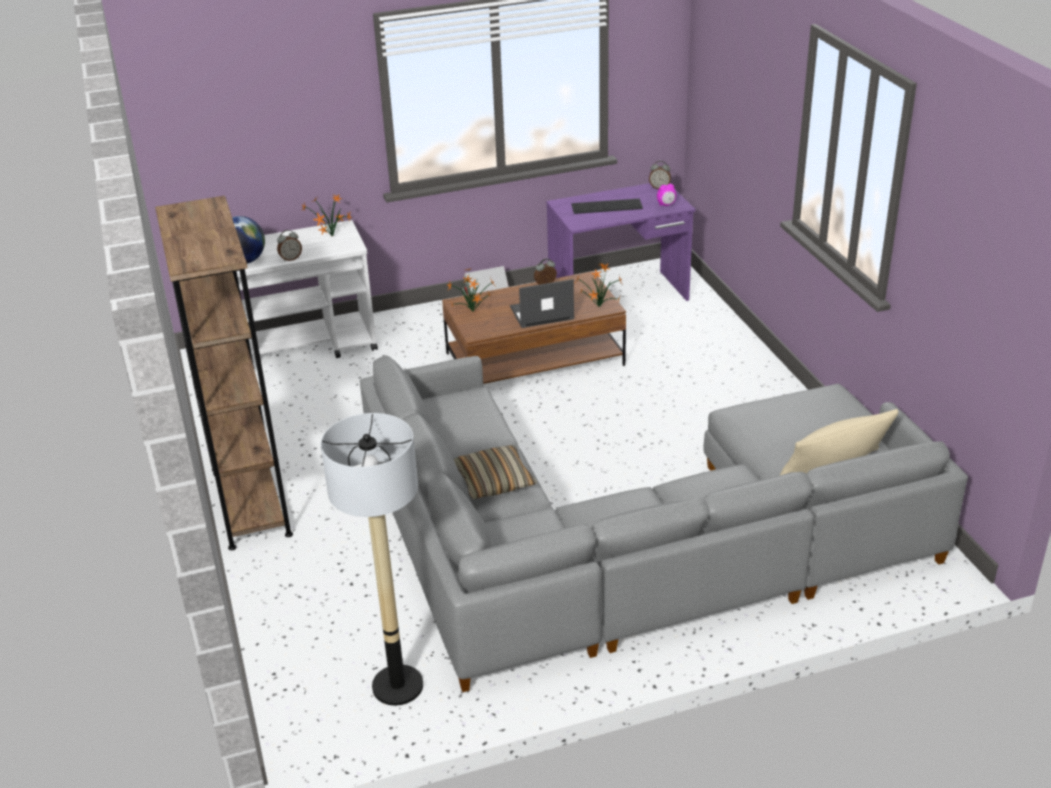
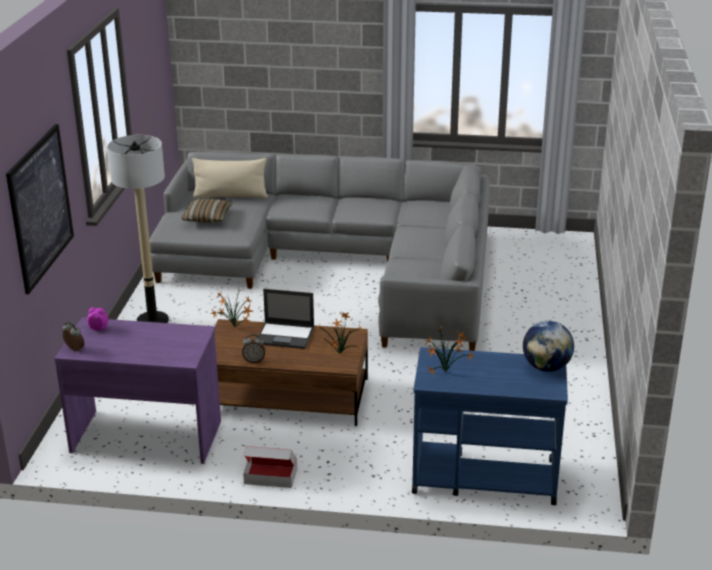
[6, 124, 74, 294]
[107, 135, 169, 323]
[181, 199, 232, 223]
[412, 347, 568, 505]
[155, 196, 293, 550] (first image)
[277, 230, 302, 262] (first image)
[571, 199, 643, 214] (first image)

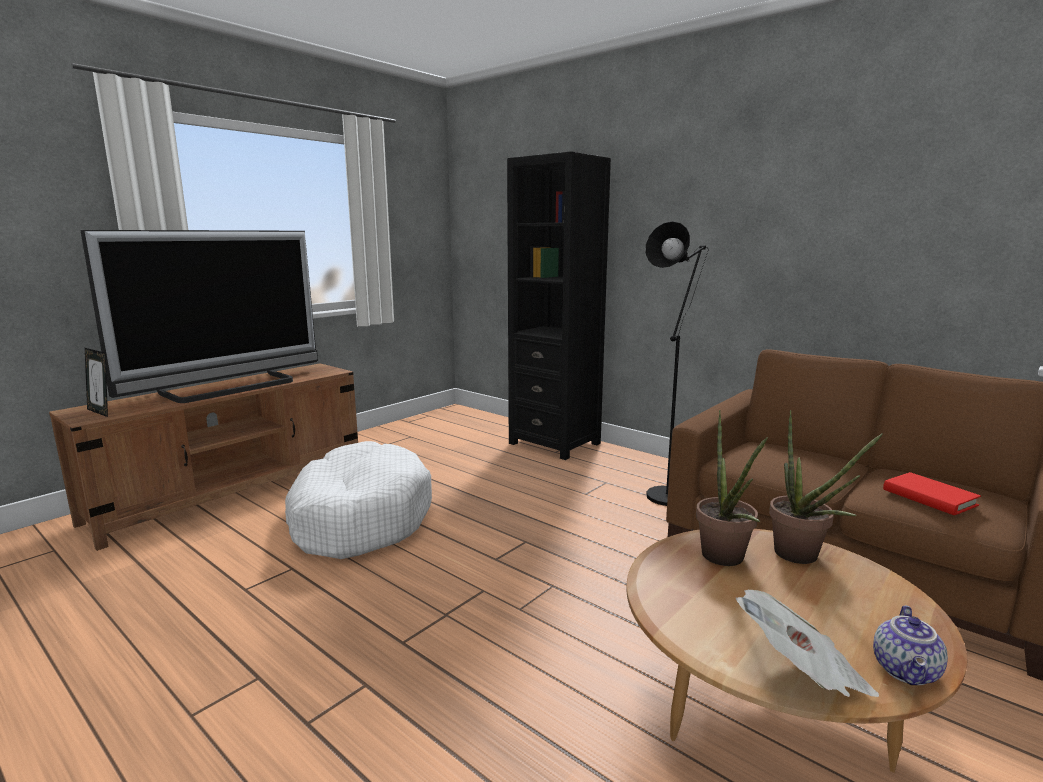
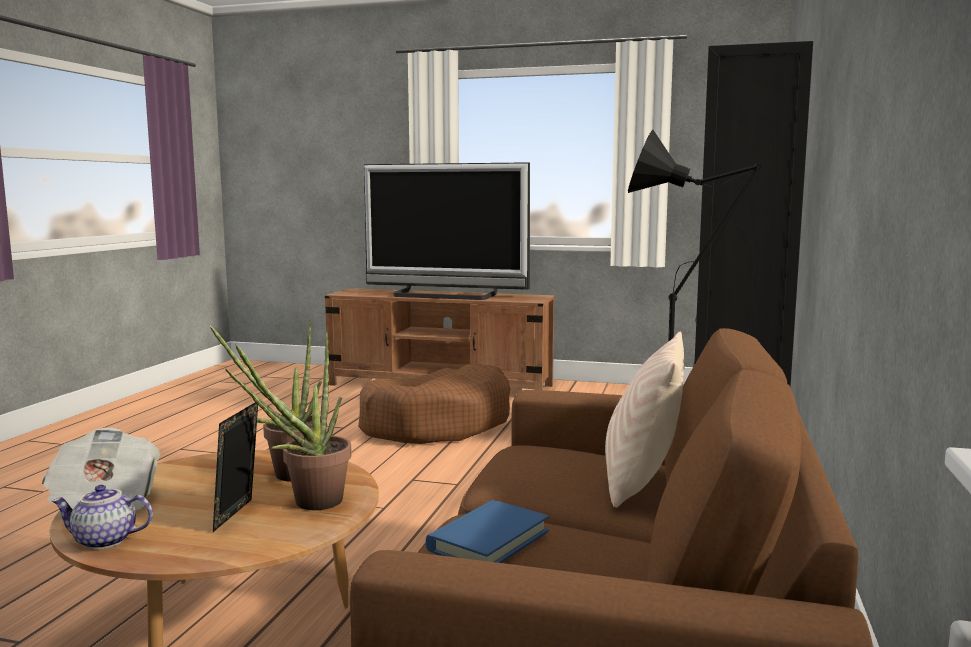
[213, 403, 258, 532]
[358, 364, 510, 444]
[426, 500, 549, 563]
[605, 332, 685, 508]

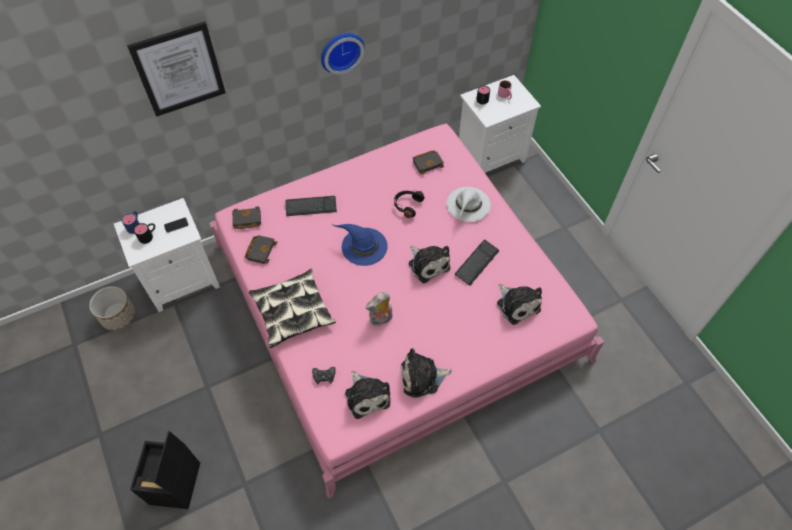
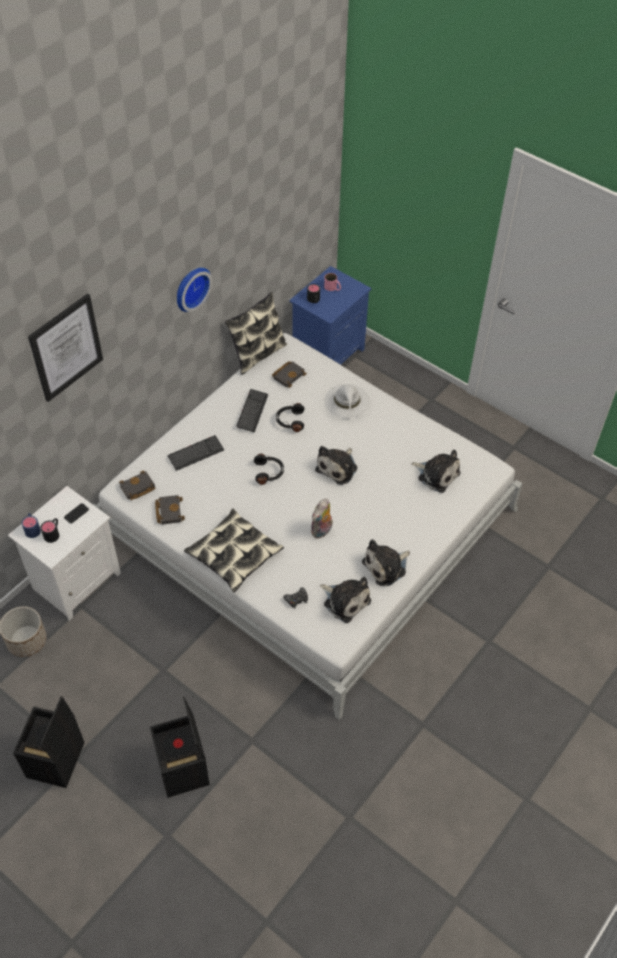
[13, 696, 85, 788]
[93, 333, 523, 720]
[225, 292, 287, 375]
[236, 389, 268, 433]
[254, 454, 284, 485]
[289, 266, 371, 365]
[315, 446, 357, 485]

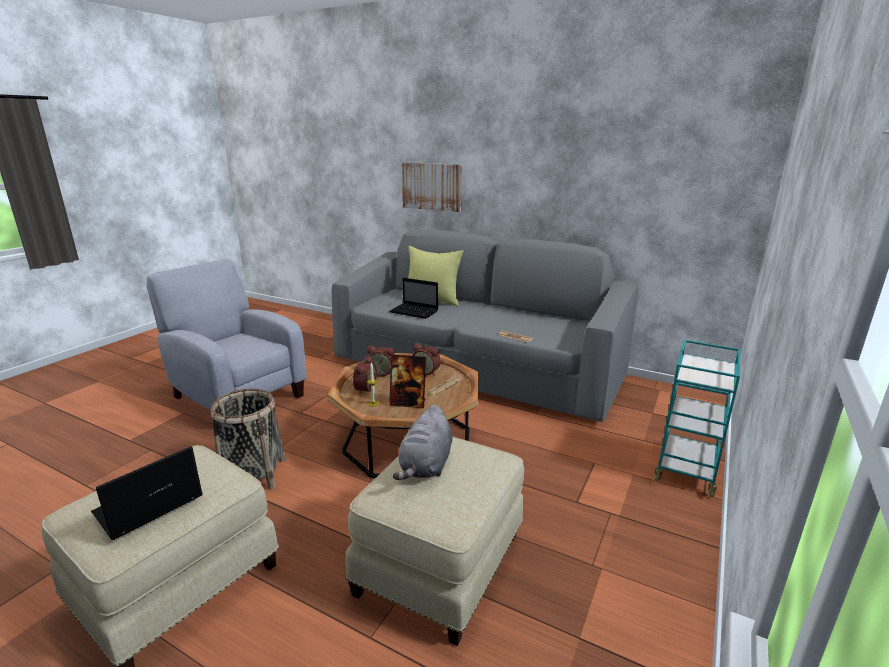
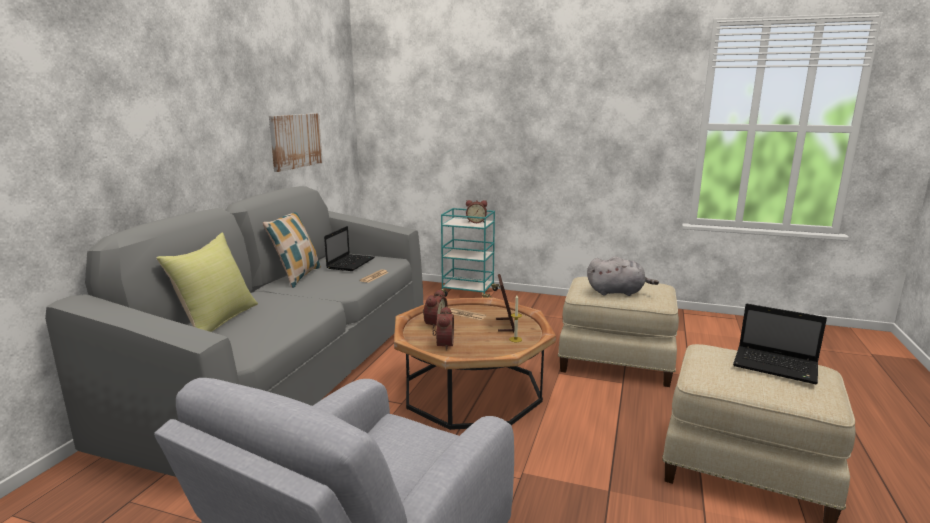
[263, 212, 321, 288]
[269, 113, 323, 172]
[324, 226, 375, 271]
[466, 200, 487, 223]
[211, 389, 286, 490] (first image)

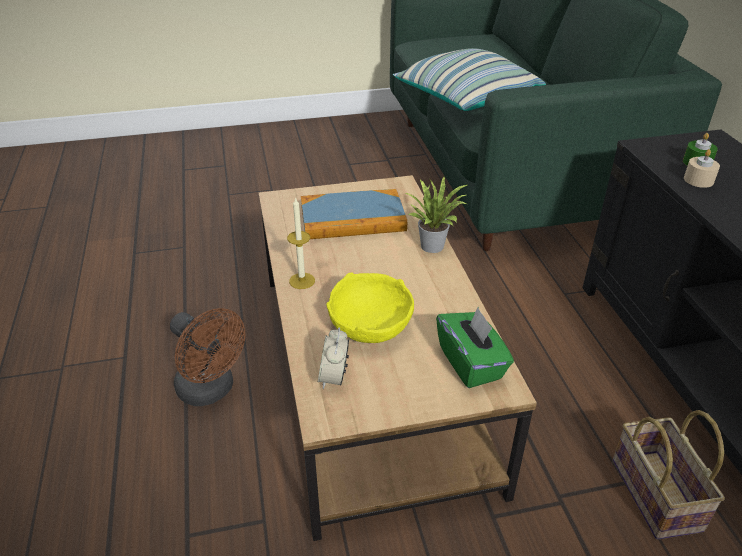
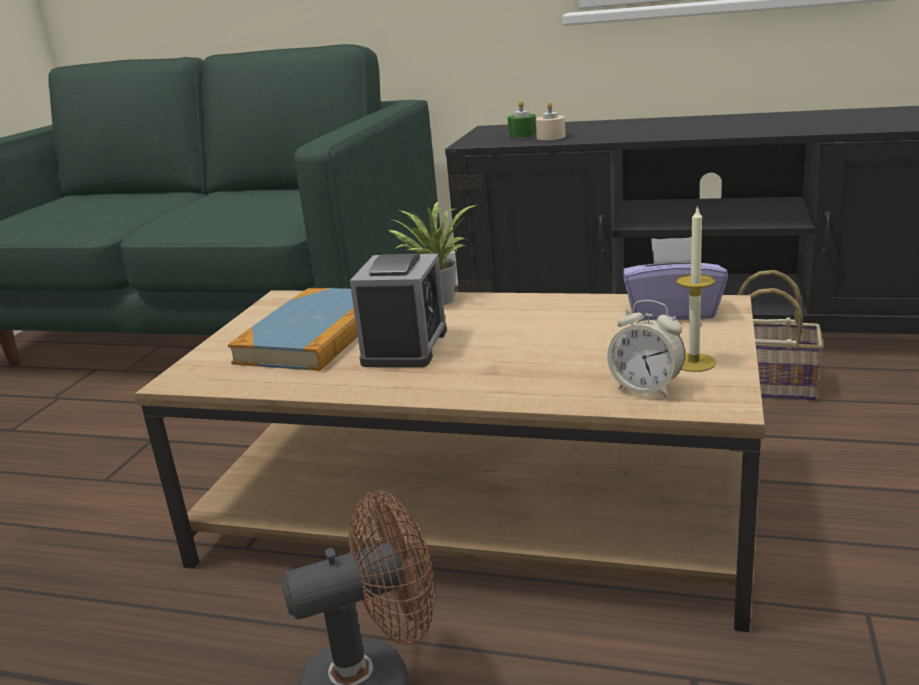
[350, 254, 447, 367]
[623, 237, 728, 321]
[676, 205, 716, 372]
[326, 273, 414, 343] (first image)
[393, 48, 546, 111] (first image)

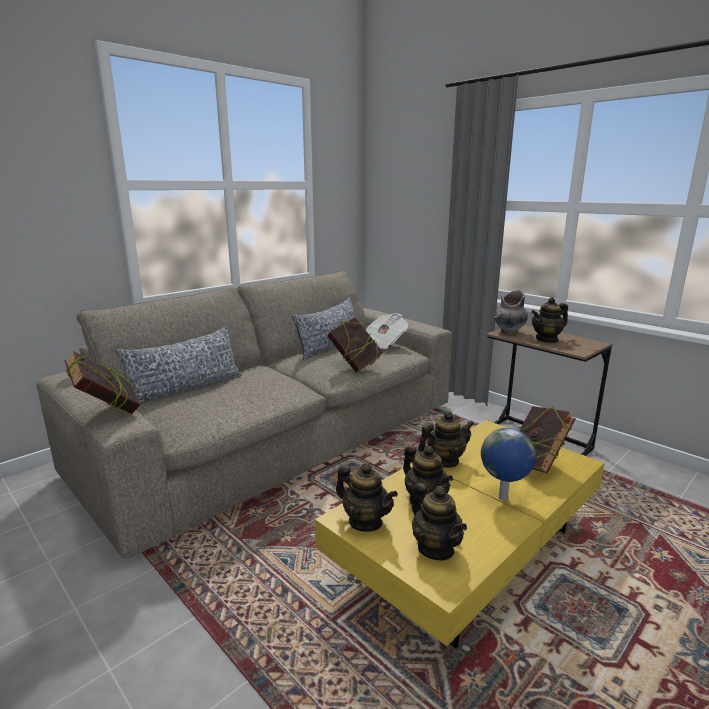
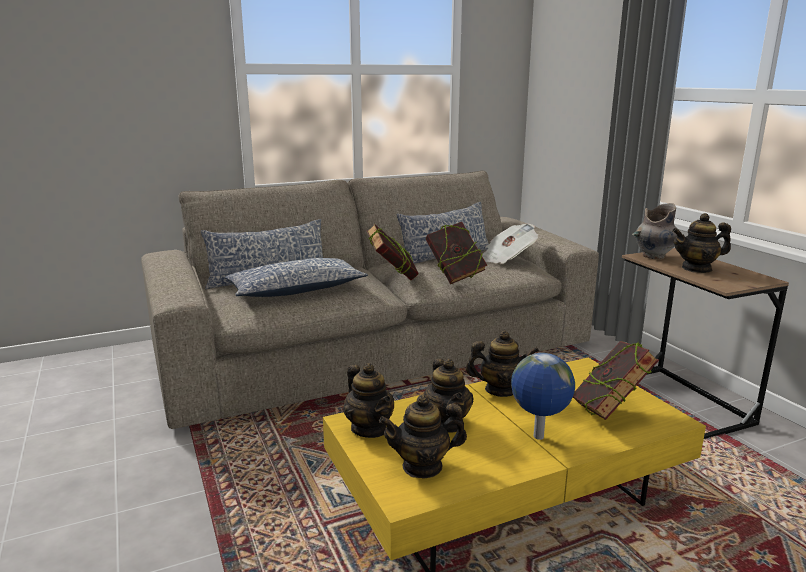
[225, 258, 368, 297]
[367, 224, 419, 280]
[379, 394, 467, 479]

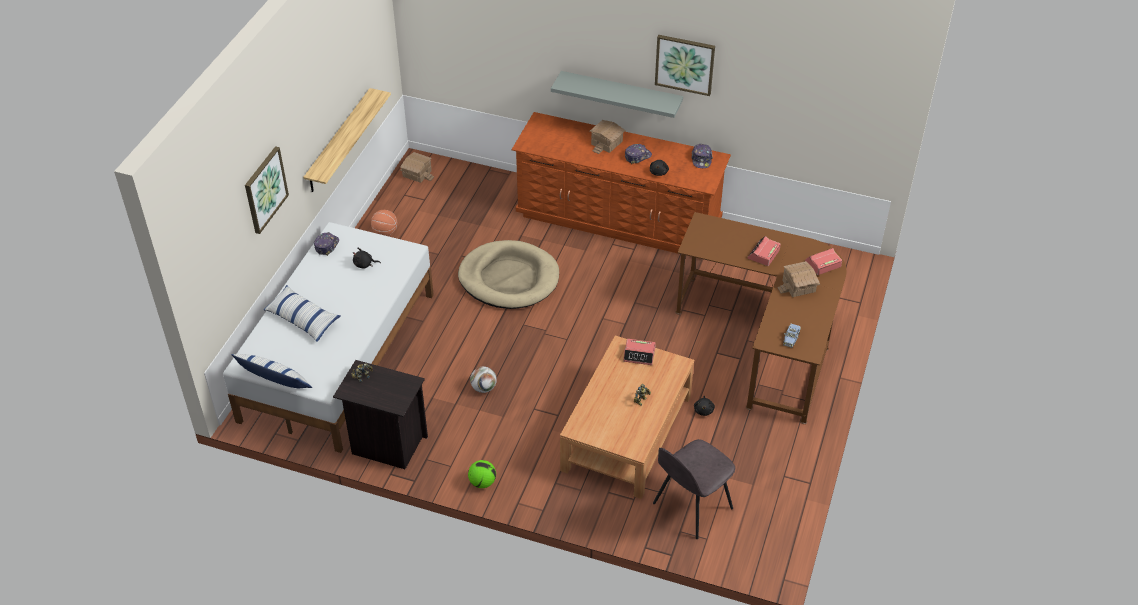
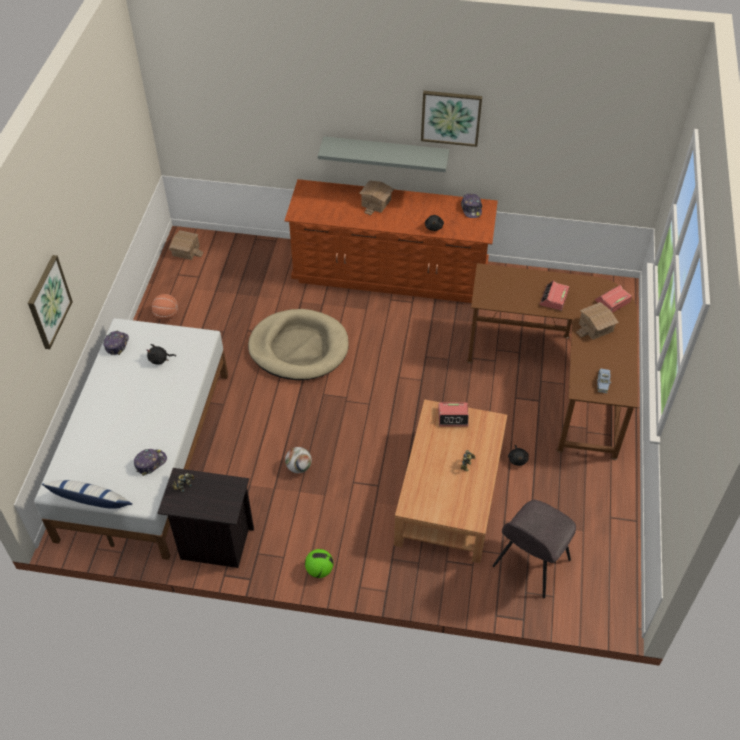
[134, 449, 167, 476]
[264, 285, 340, 342] (first image)
[303, 88, 391, 192] (first image)

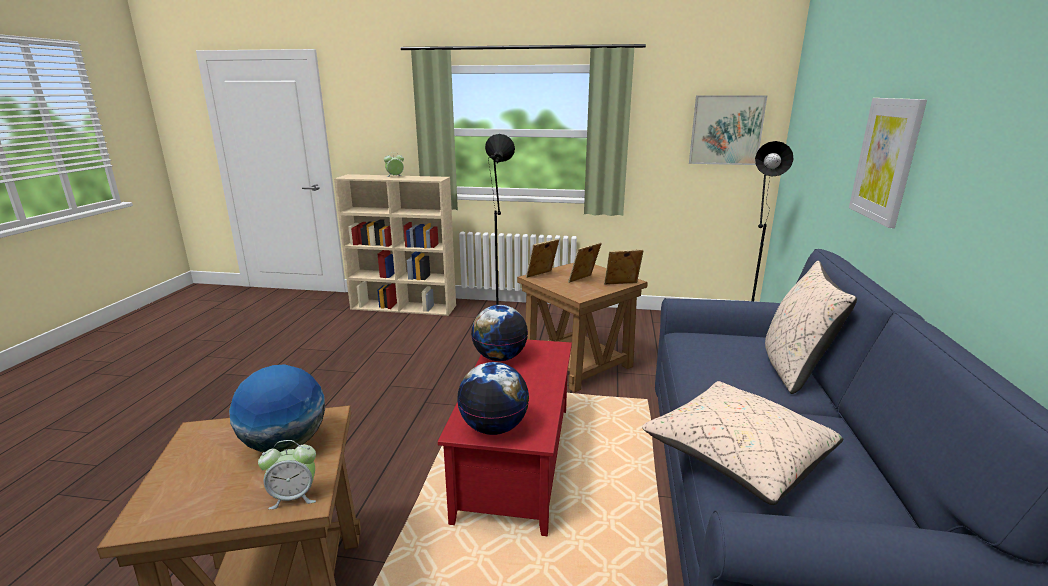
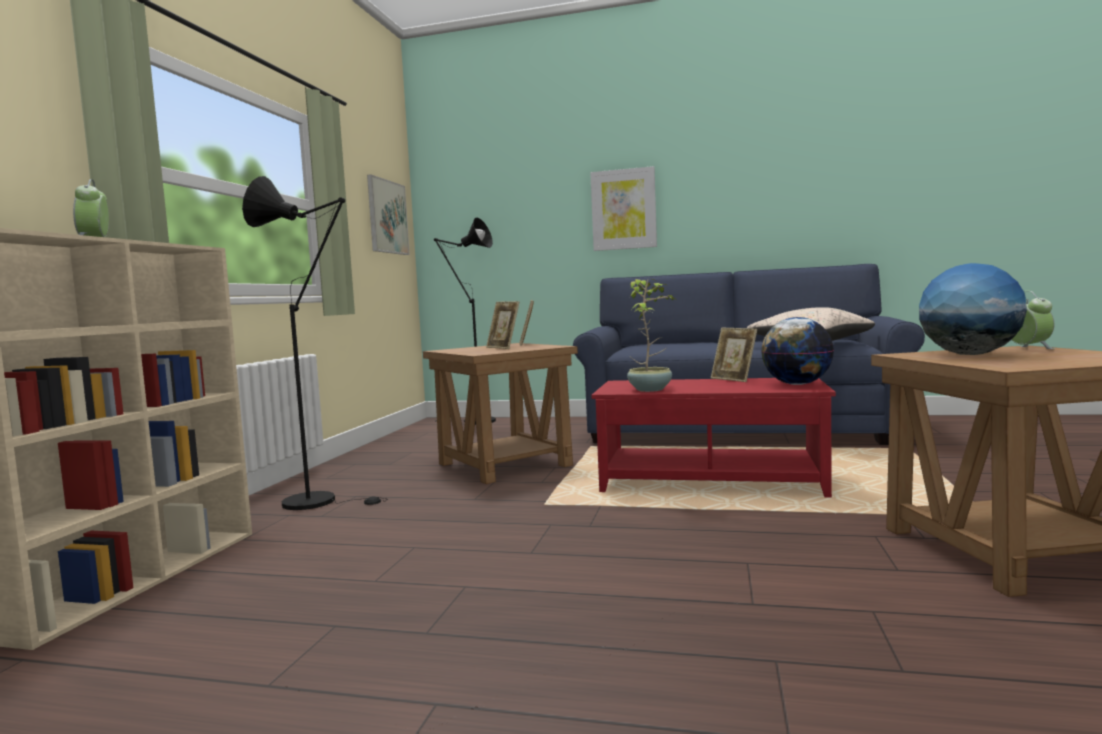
[627, 279, 675, 392]
[711, 328, 757, 382]
[765, 261, 857, 394] (first image)

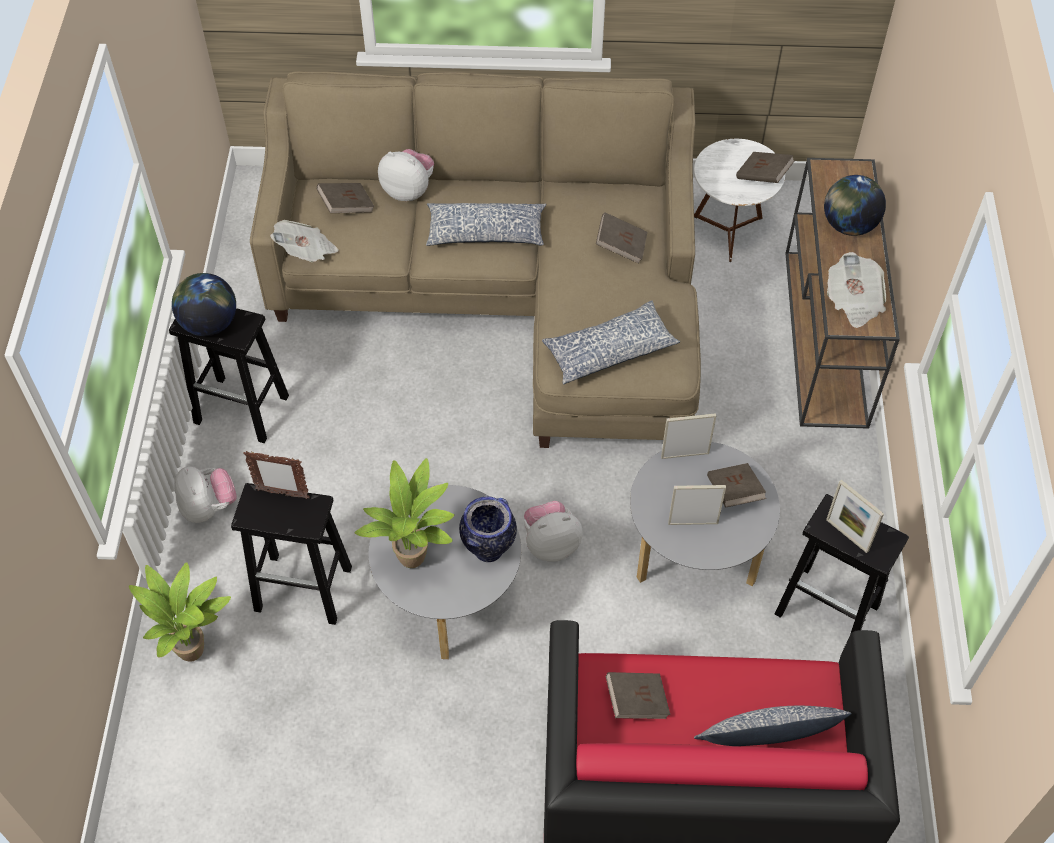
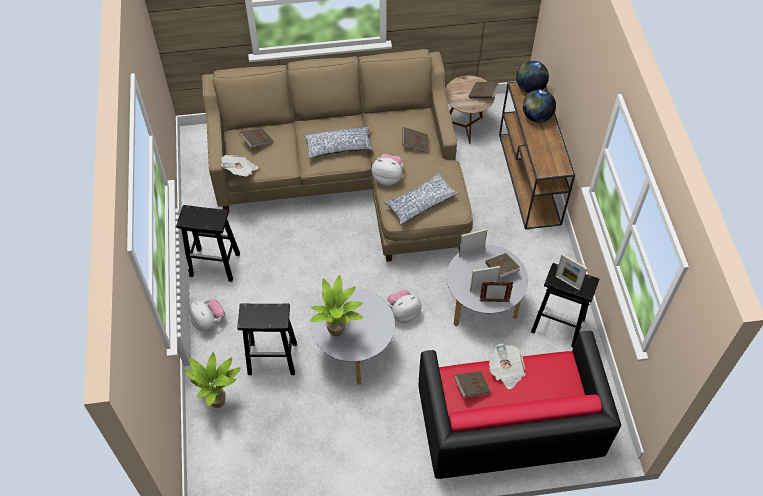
[371, 154, 403, 186]
[445, 76, 495, 144]
[480, 281, 514, 302]
[489, 343, 526, 389]
[516, 61, 549, 93]
[459, 496, 517, 562] (first image)
[694, 706, 852, 746] (first image)

